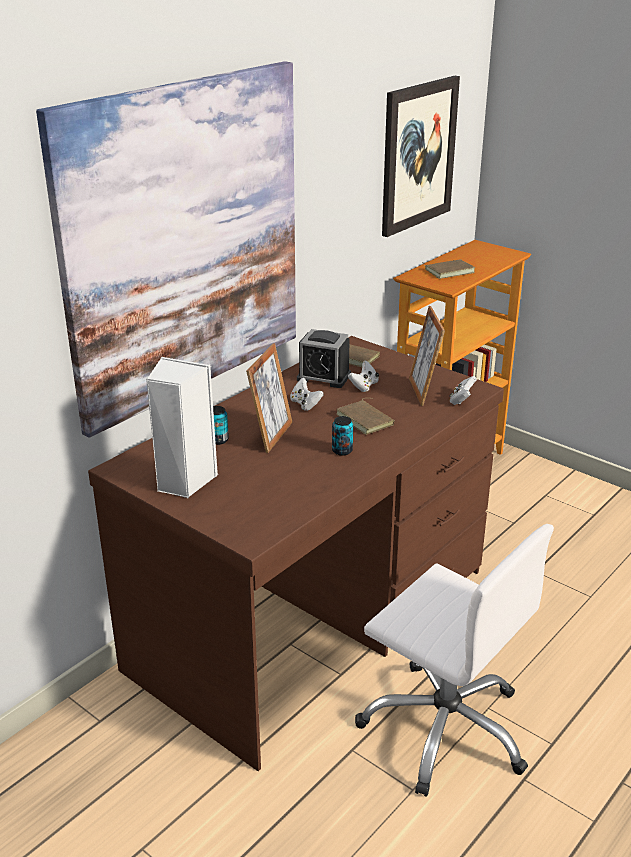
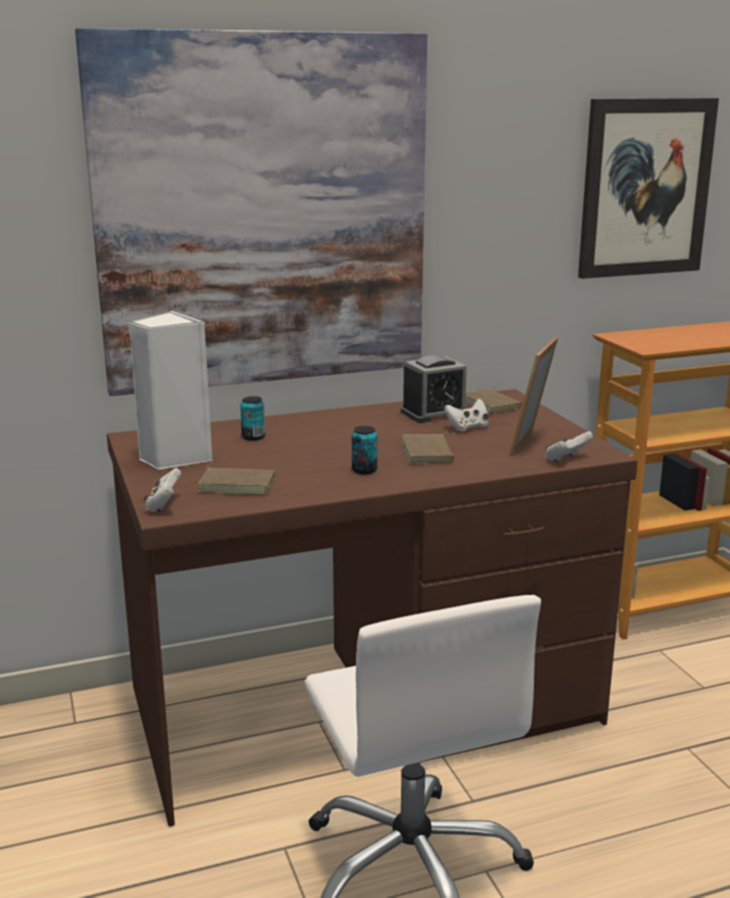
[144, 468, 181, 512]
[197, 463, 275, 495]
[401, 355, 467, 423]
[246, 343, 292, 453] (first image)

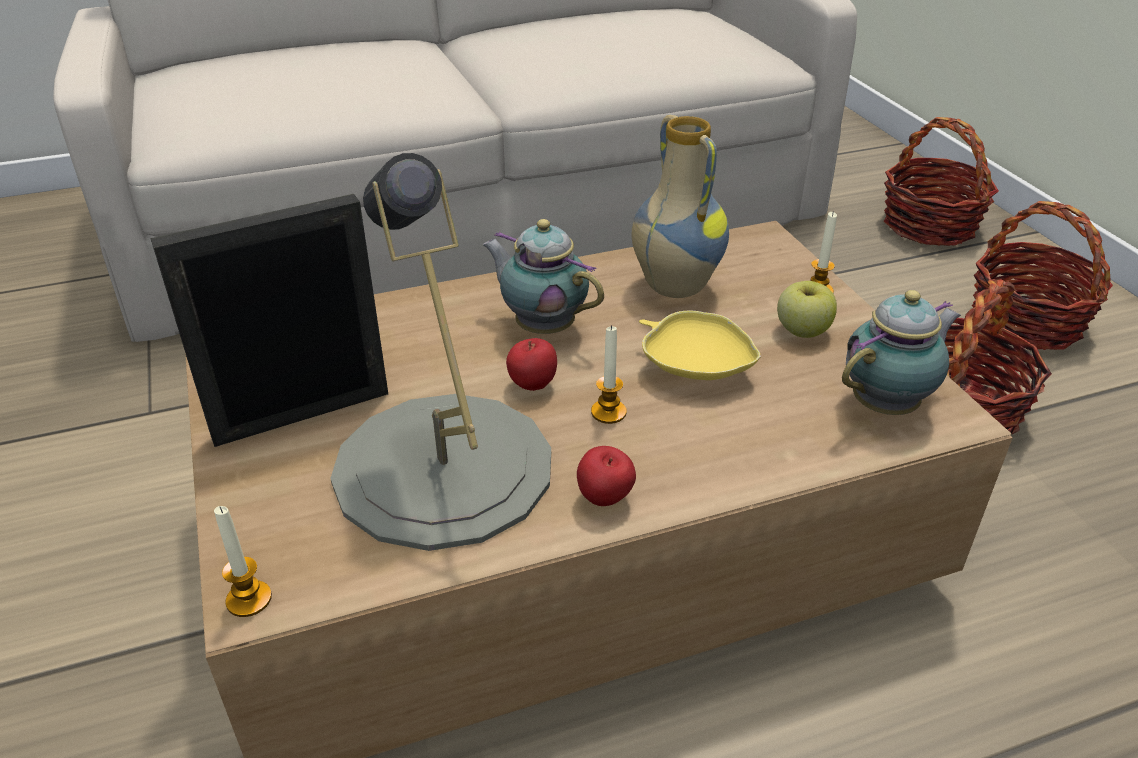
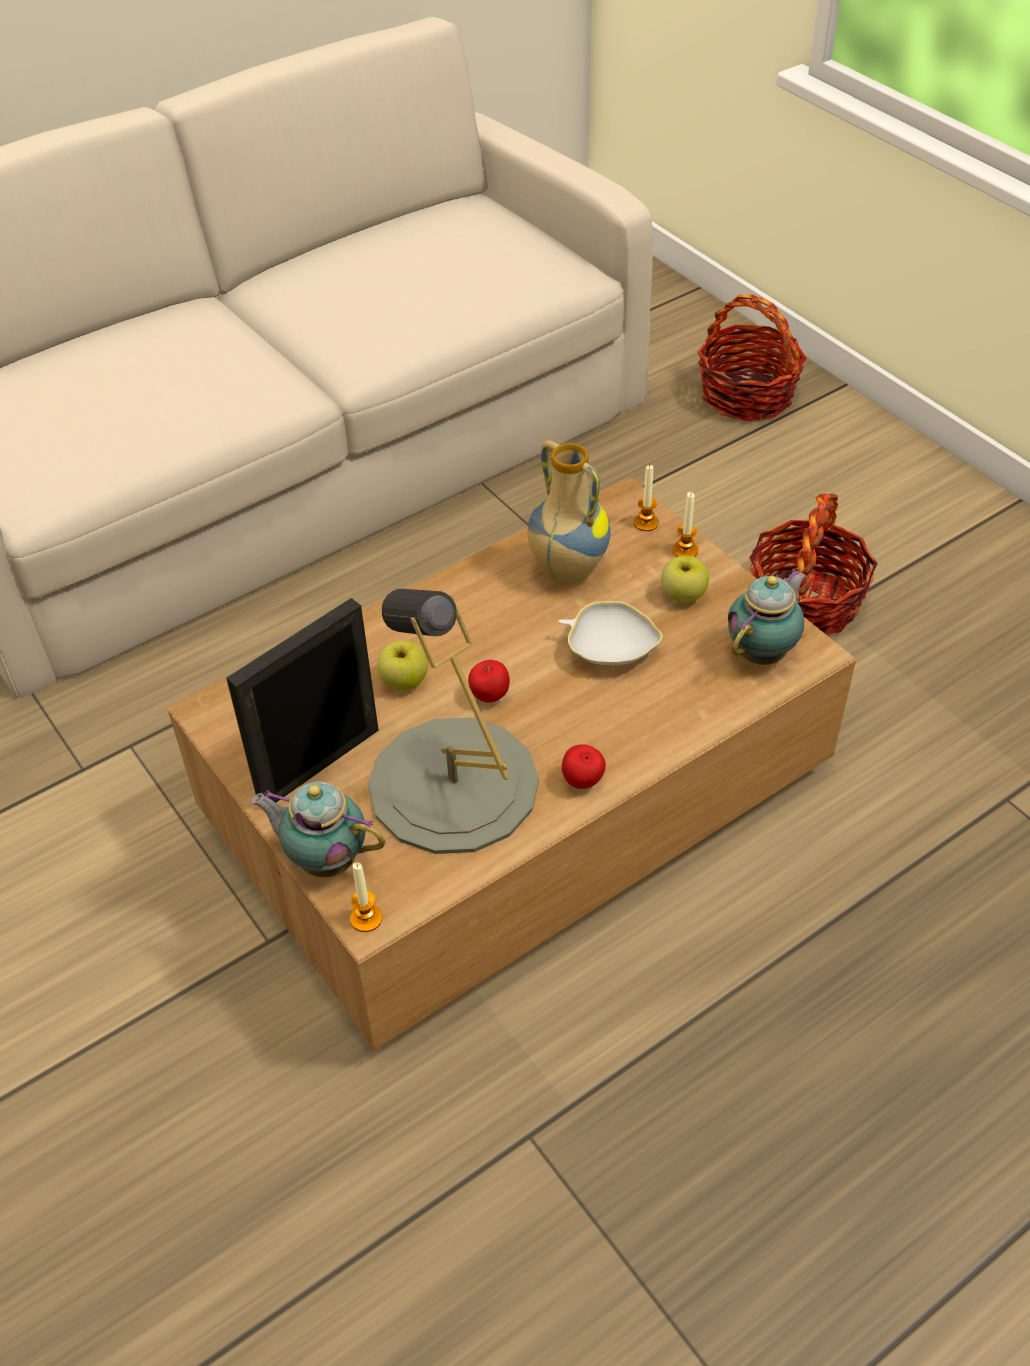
[251, 781, 385, 877]
[377, 641, 428, 690]
[558, 601, 663, 665]
[634, 465, 659, 531]
[972, 201, 1113, 350] (first image)

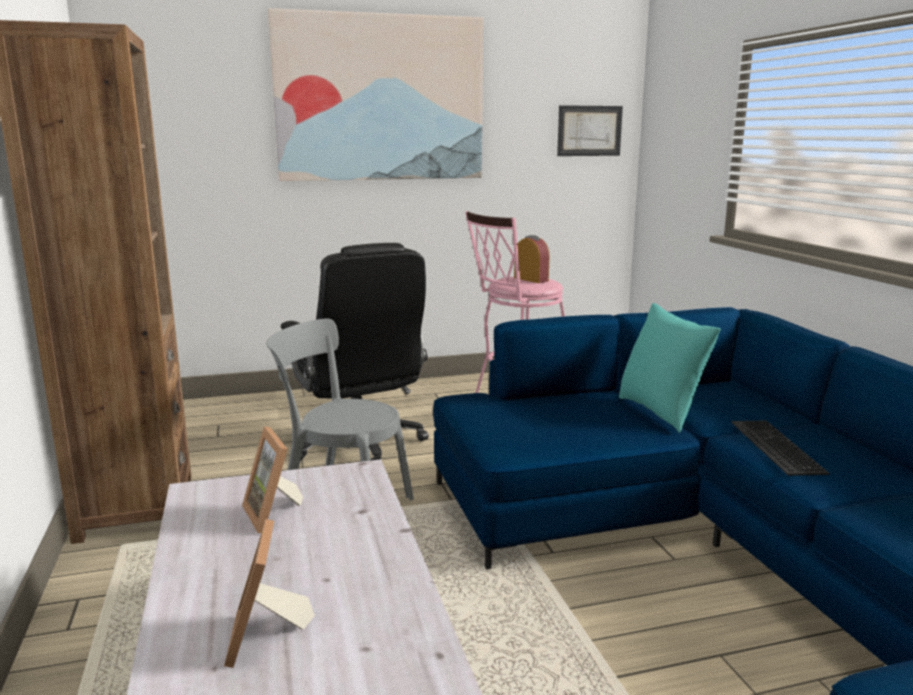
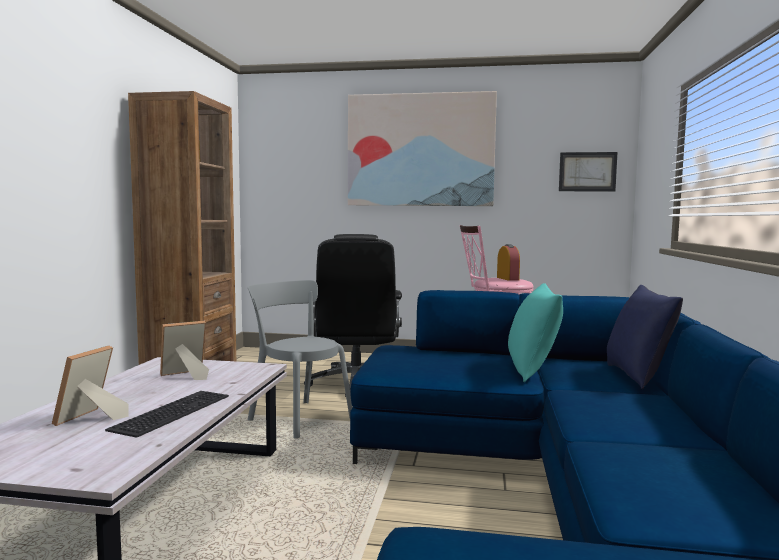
[105, 391, 229, 438]
[160, 321, 209, 380]
[607, 285, 683, 389]

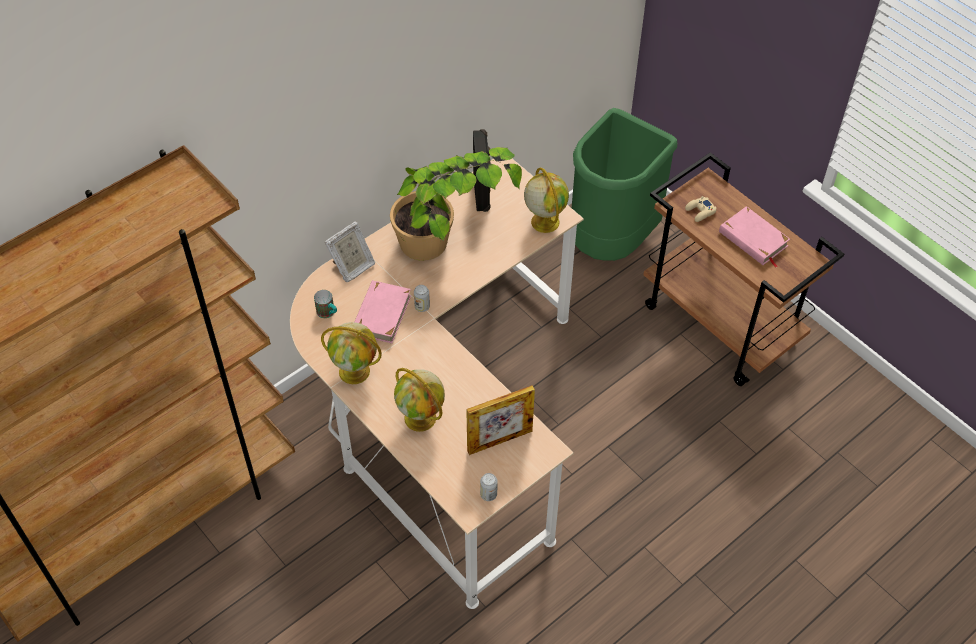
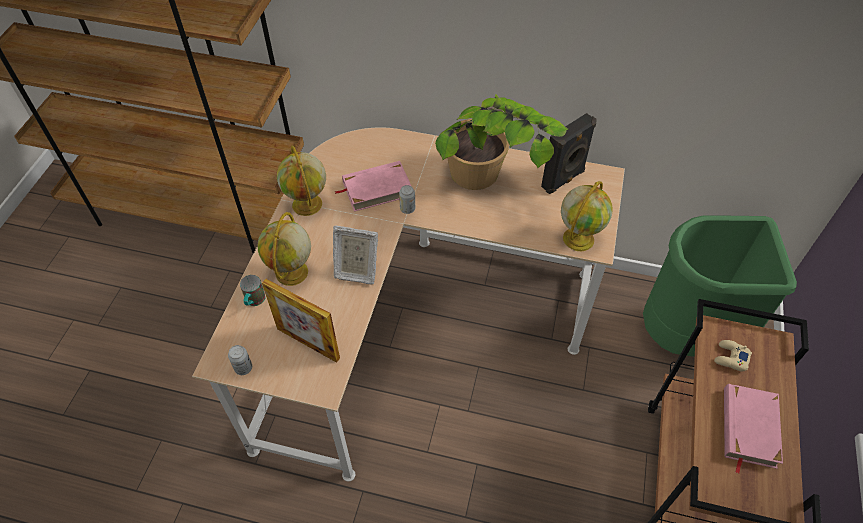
[240, 275, 266, 306]
[333, 226, 378, 284]

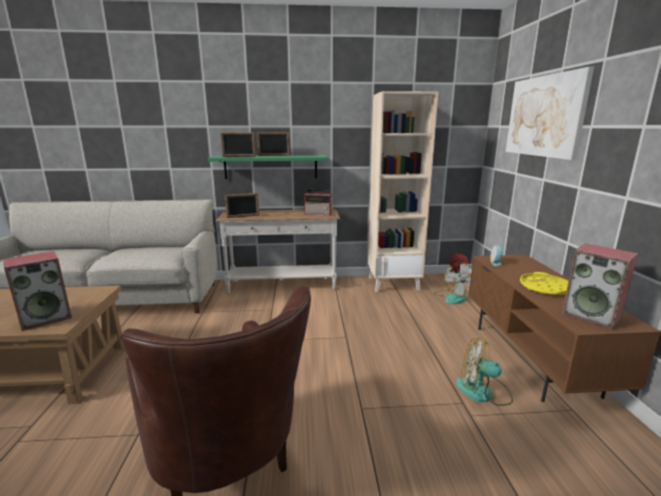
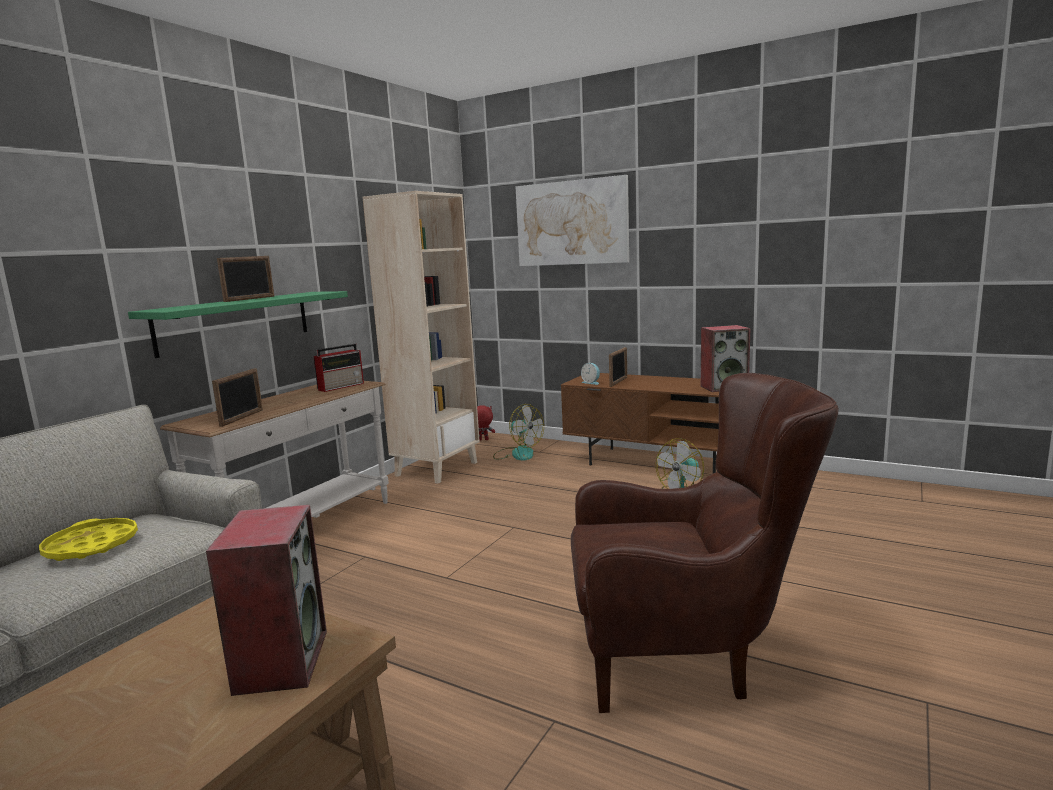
[39, 518, 138, 561]
[609, 347, 627, 387]

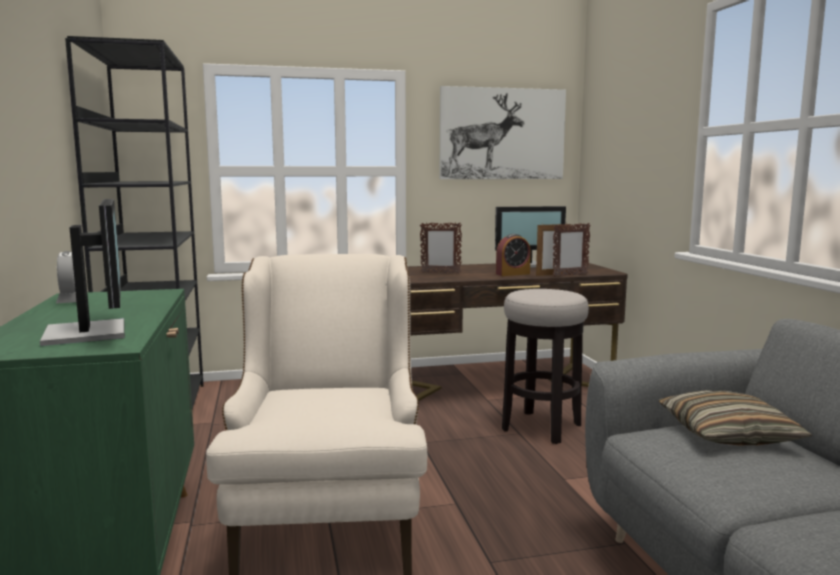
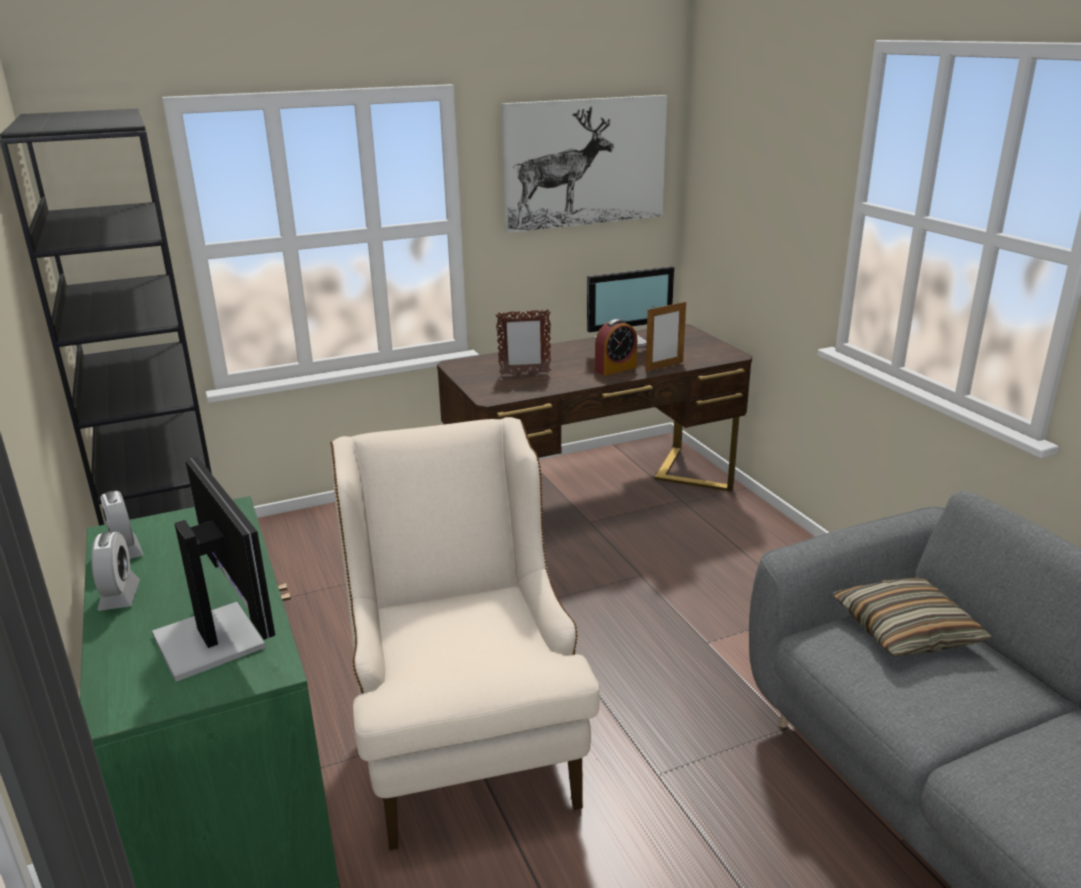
[91, 532, 140, 611]
[502, 289, 589, 444] (first image)
[553, 223, 591, 276] (first image)

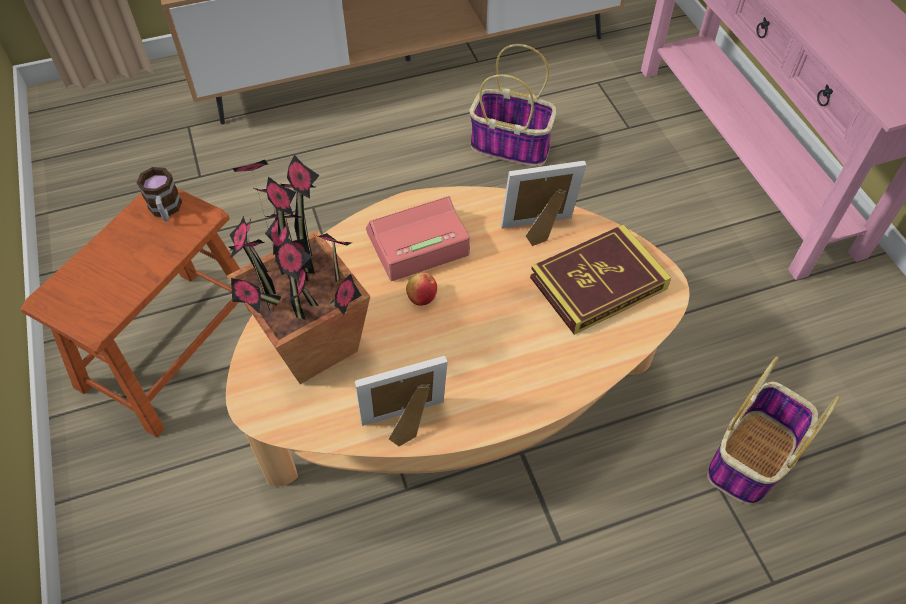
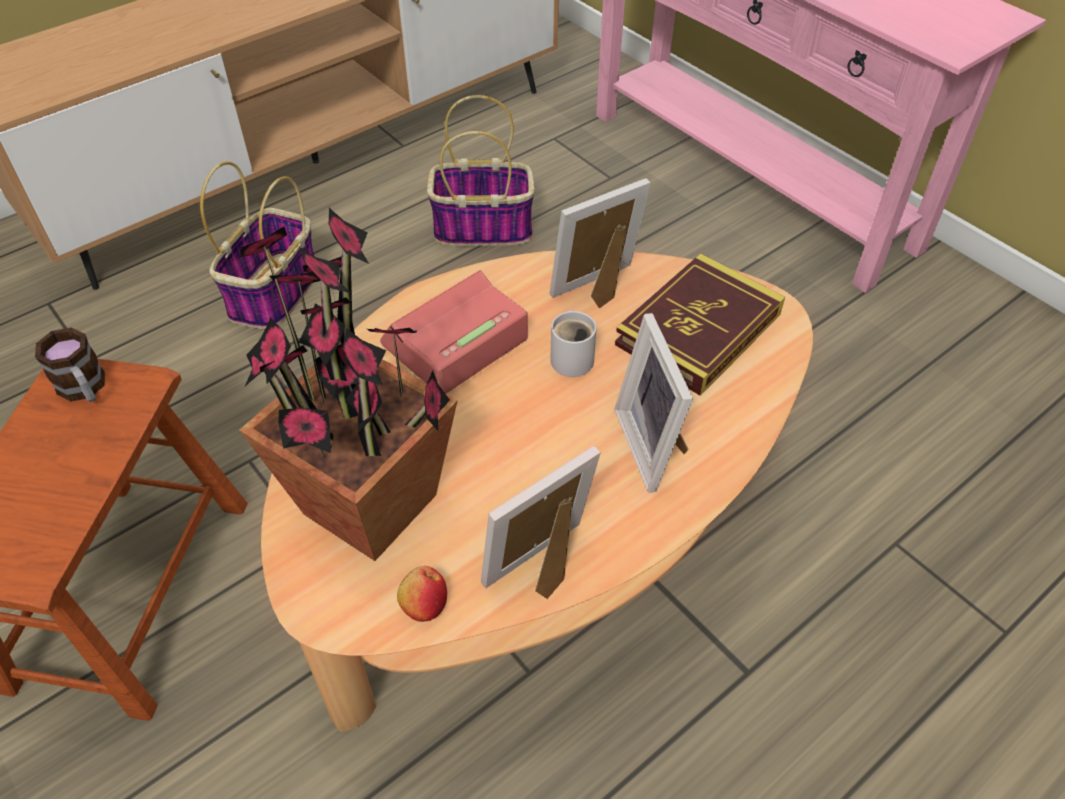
[200, 161, 315, 329]
[397, 566, 447, 622]
[550, 310, 597, 377]
[614, 313, 693, 493]

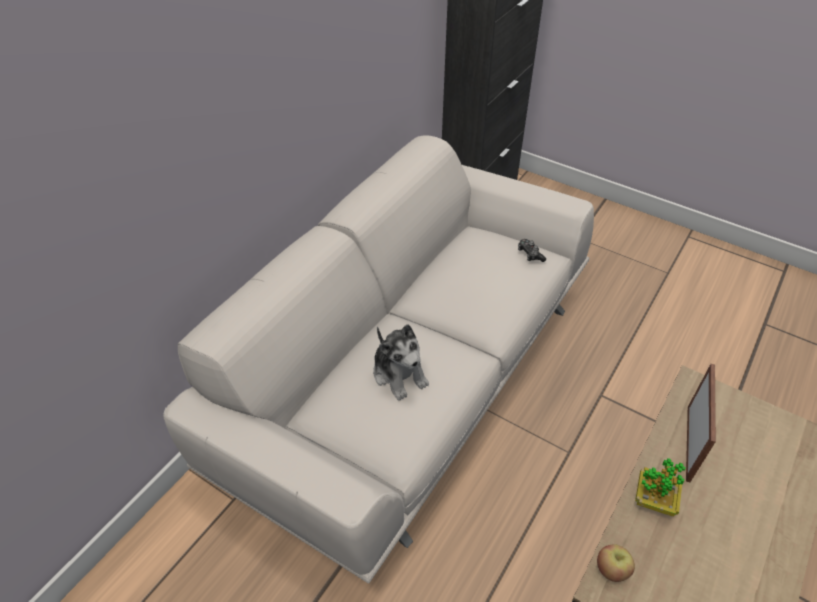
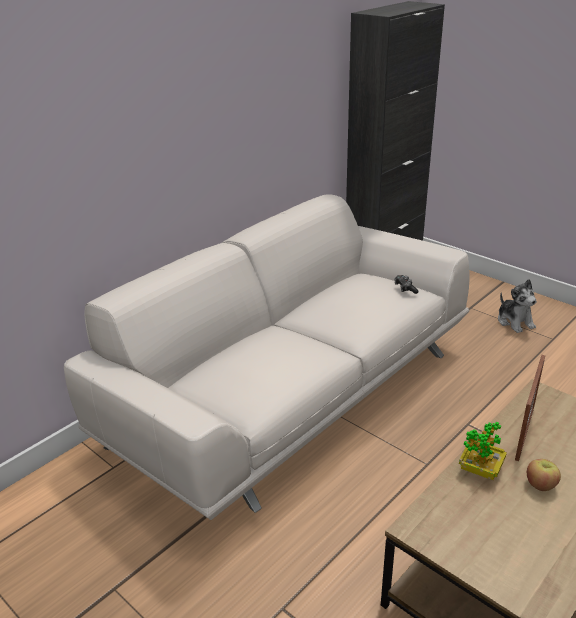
[498, 279, 537, 333]
[527, 459, 561, 491]

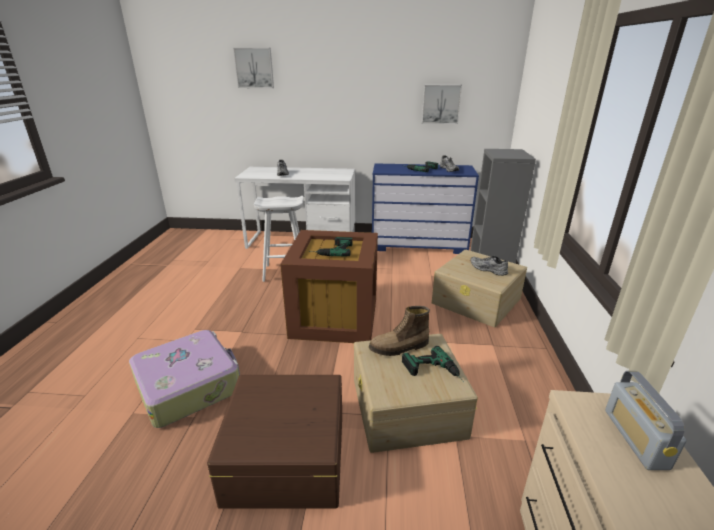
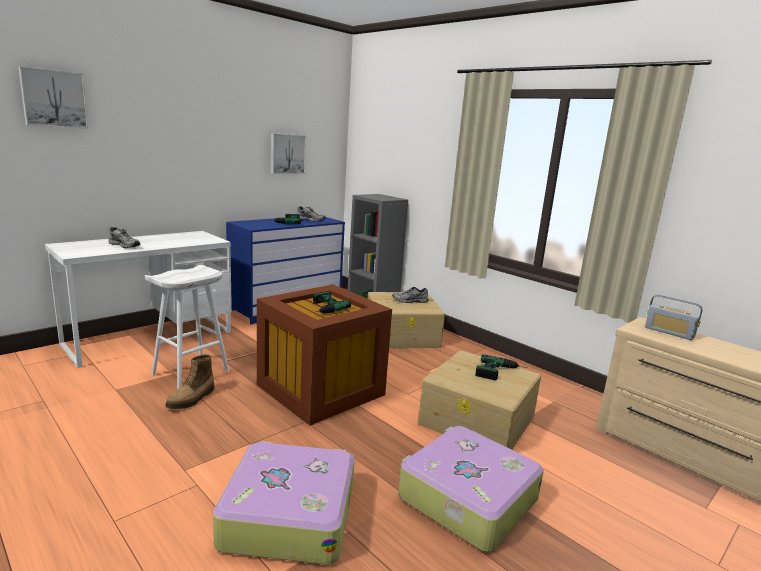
[165, 354, 214, 409]
[398, 426, 544, 552]

